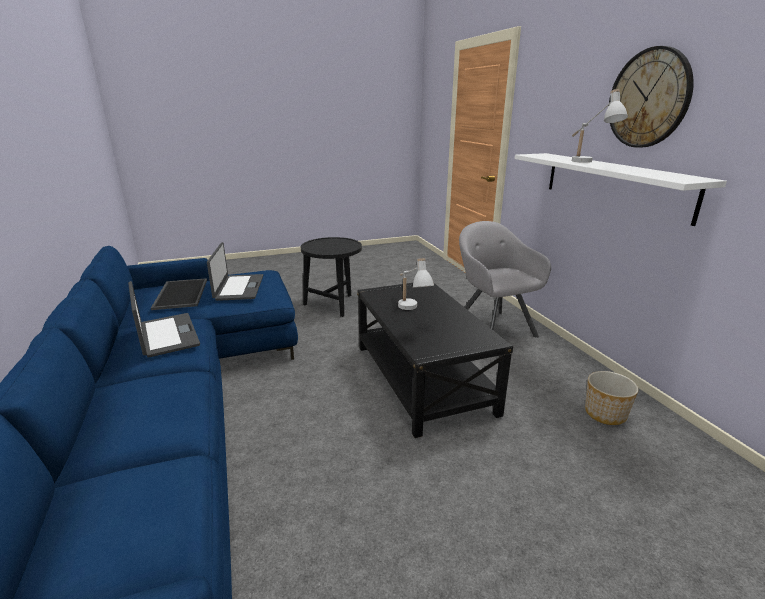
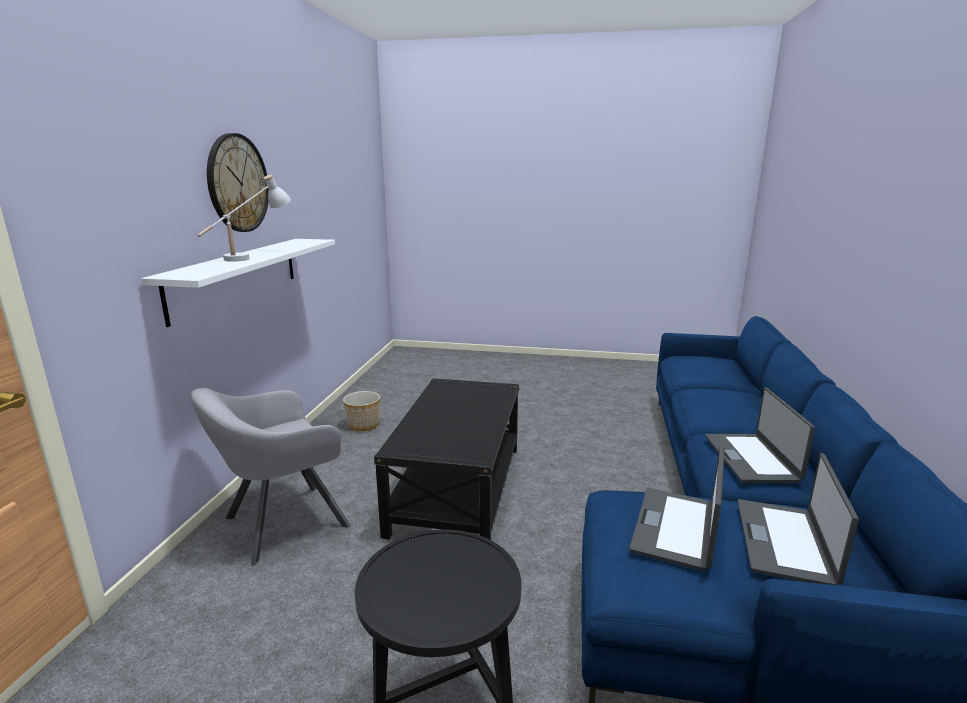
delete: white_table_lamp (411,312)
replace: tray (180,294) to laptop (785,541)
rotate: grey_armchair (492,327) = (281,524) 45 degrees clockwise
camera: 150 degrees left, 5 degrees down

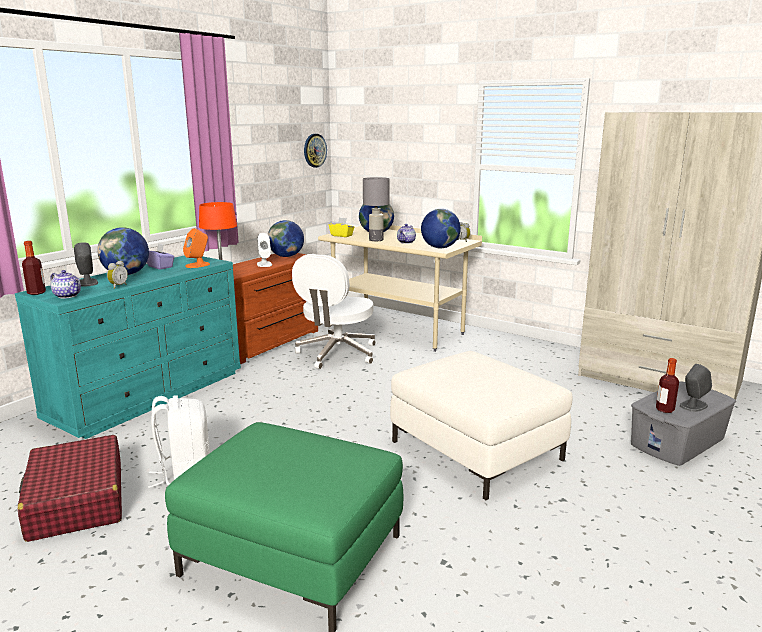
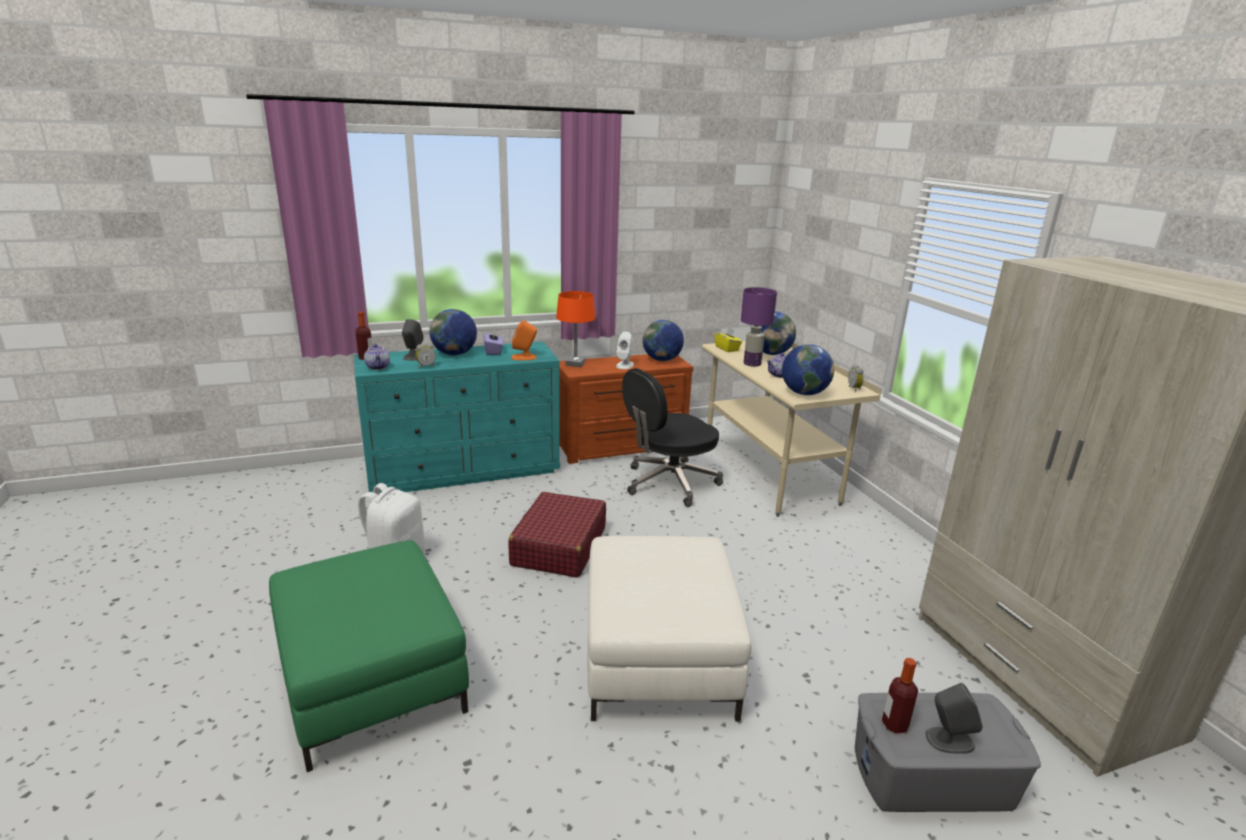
delete: wall_clock (314,150)
move: red_suitcase (76,501) to (558,547)
recolor: white_office_chair (336,354) to black_office_chair (669,483); grey_table_lamp (375,240) to purple_table_lamp (751,364)
camera: 35 degrees right, 5 degrees up

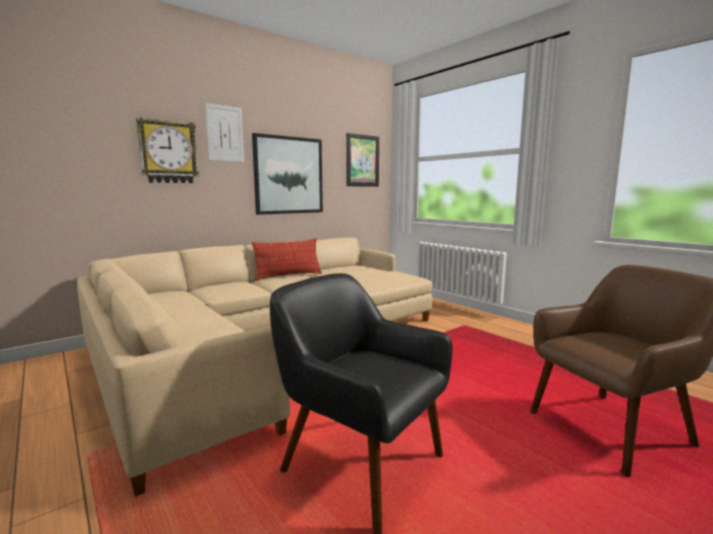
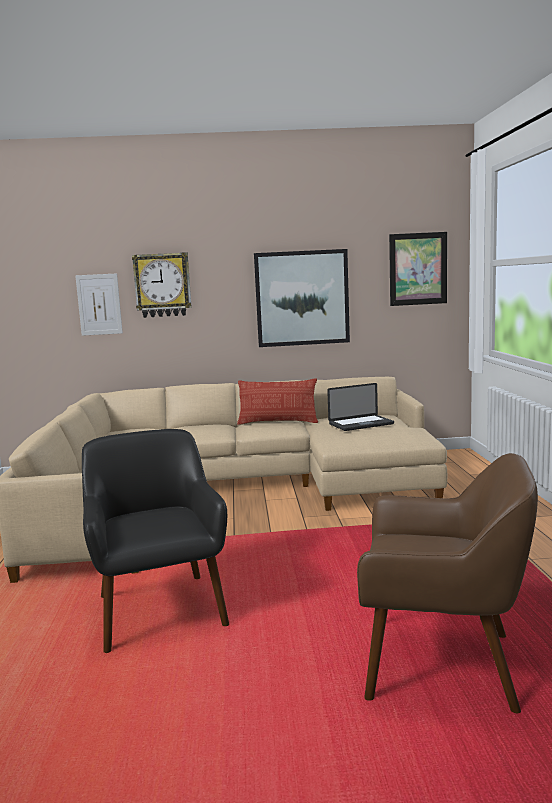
insert: laptop (361,424)
move: picture (225,133) to (99,304)
camera: 35 degrees right, 0 degrees up

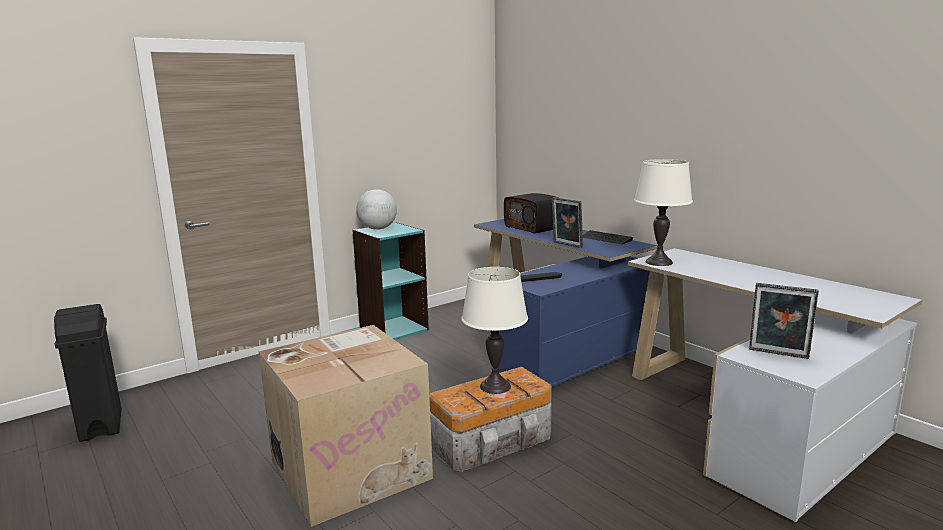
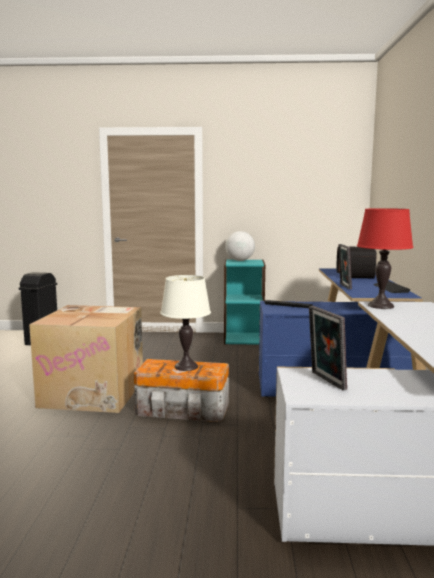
recolor: white_table_lamp (659,262) to red_table_lamp (381,306)
camera: 40 degrees right, 5 degrees down

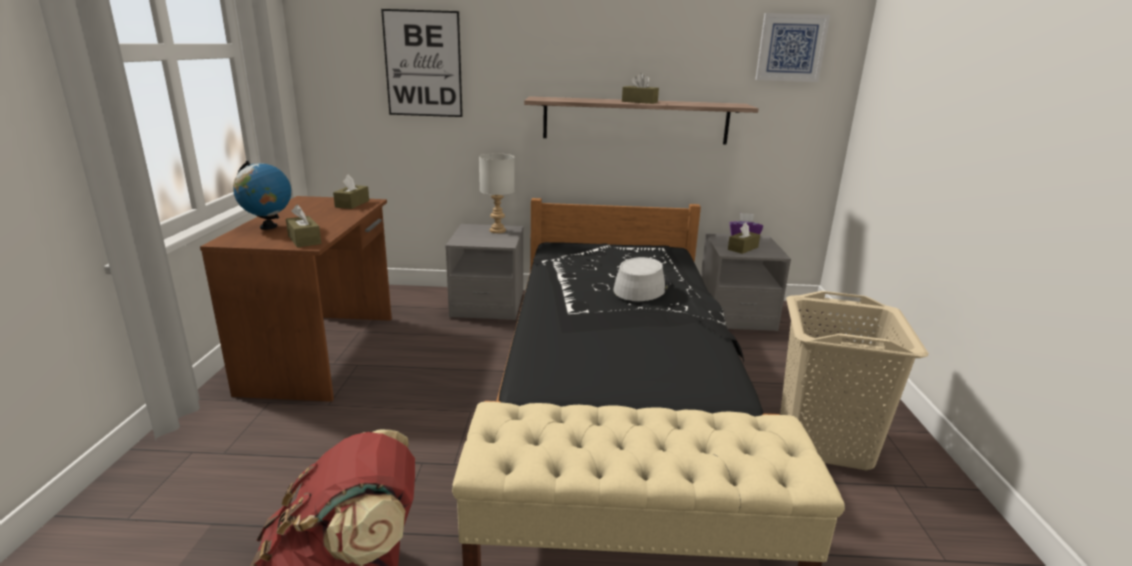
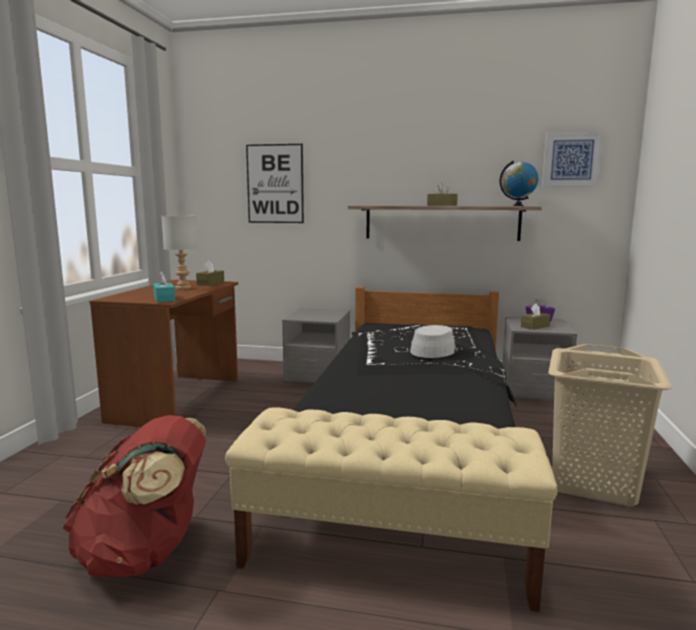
move: grey_table_lamp (497,231) to (182,288); globe (268,227) to (518,206)
recolor: brown_tissue_box (304,240) to turquoise_tissue_box (164,299)
camera: 10 degrees right, 10 degrees down

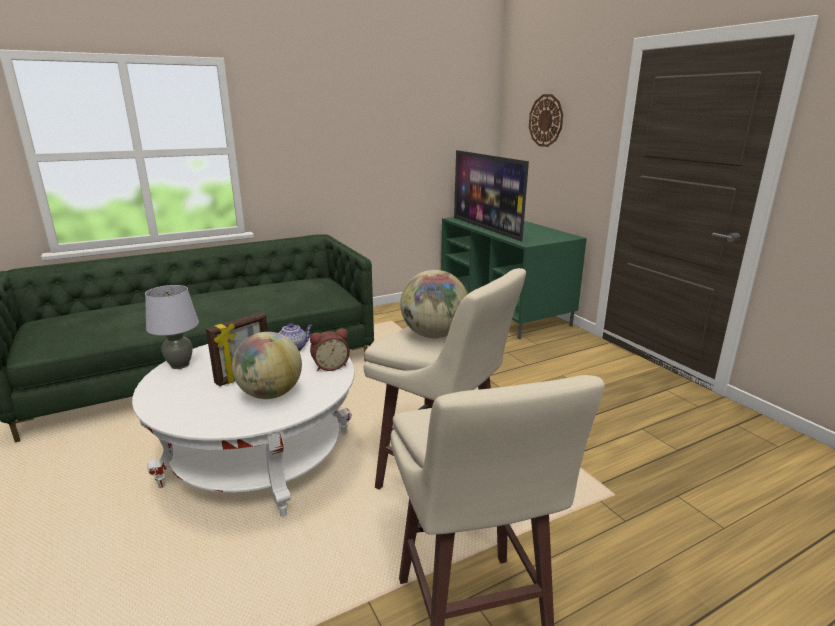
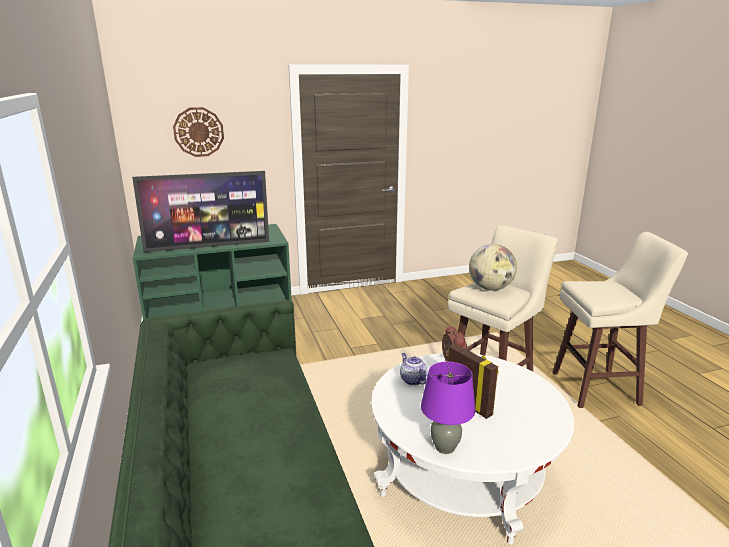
delete: globe (270,394)
recolor: grey_table_lamp (180,365) to purple_table_lamp (445,447)
camera: 80 degrees left, 0 degrees up

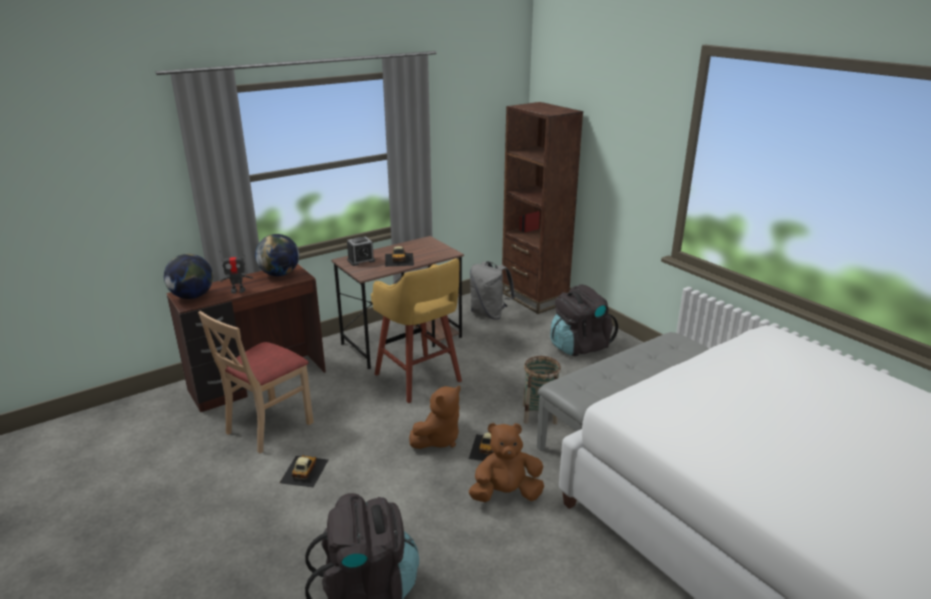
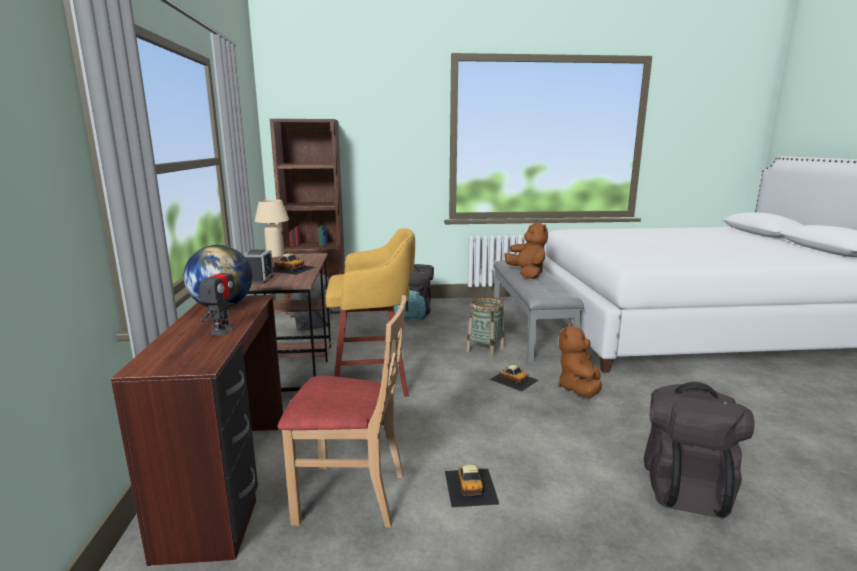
delete: globe (192,296)
insert: beige_table_lamp (275,256)
move: brown_plush_toy (438,439) to (527,274)
rotate: beige_chair (268,426) = (351,496) 60 degrees counterclockwise; toy_car (304,471) = (471,486) 135 degrees counterclockwise
camera: 60 degrees left, 10 degrees down

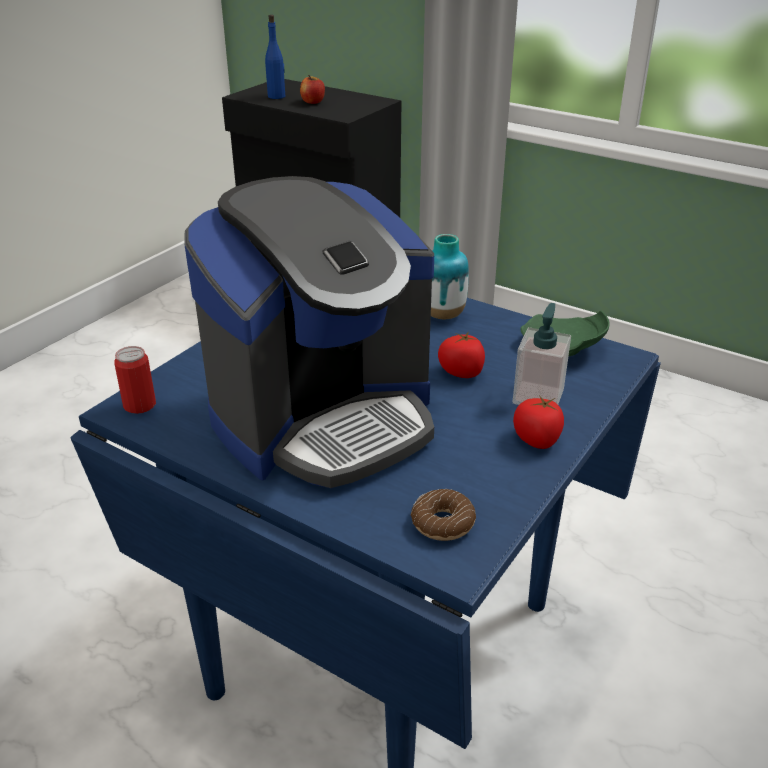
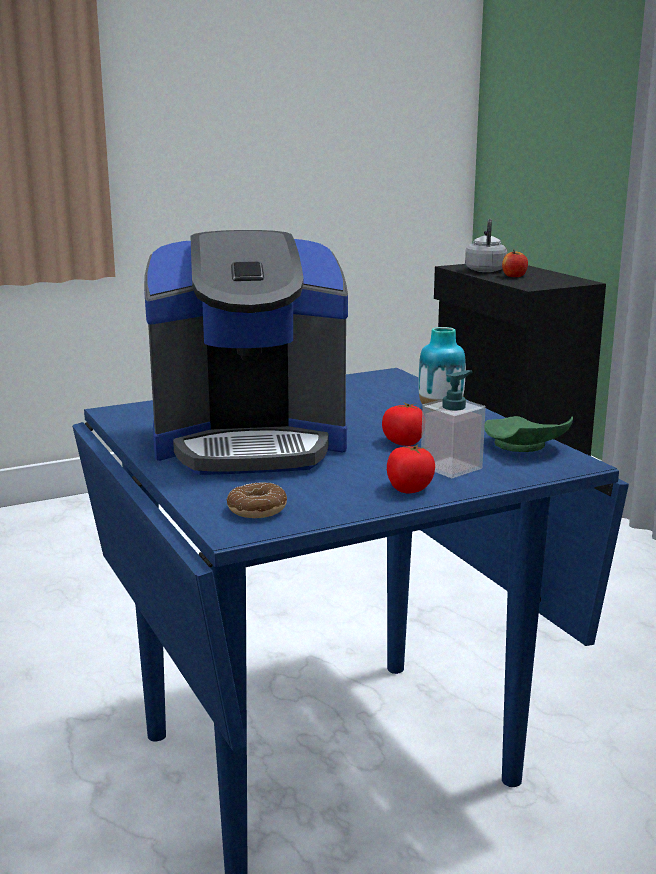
delete: can (139,405)
replace: blue_bottle (277,96) to grey_kettle (485,270)
camera: 30 degrees right, 15 degrees down

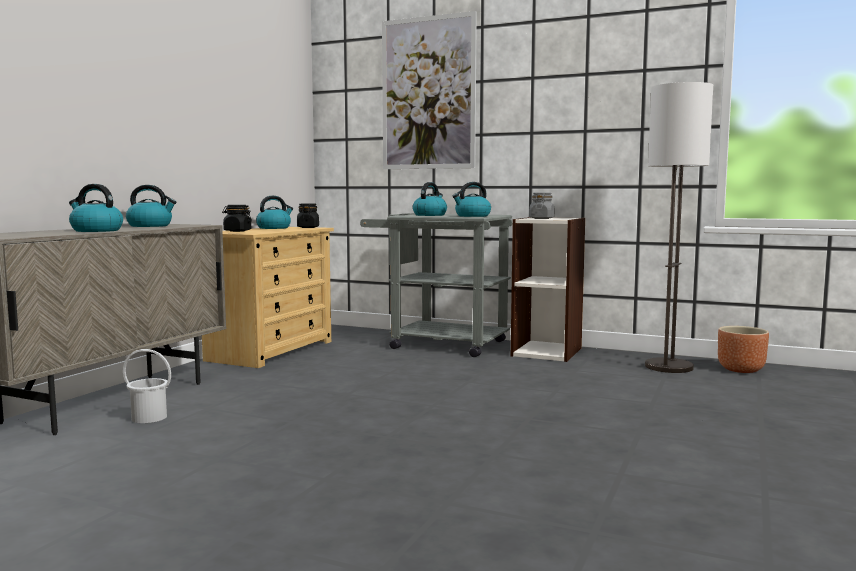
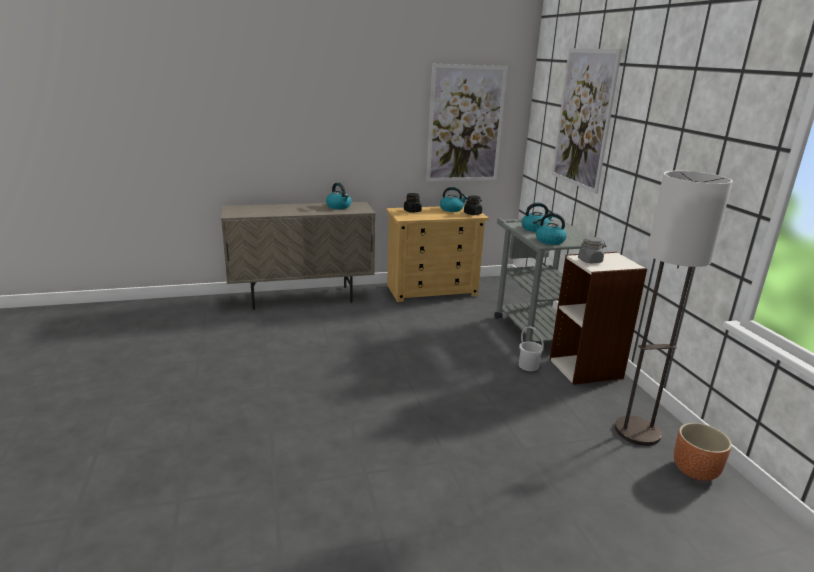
delete: kettle (96,230)
insert: picture (465,124)
move: white_bucket (149,417) to (528,366)
camera: 50 degrees right, 15 degrees up

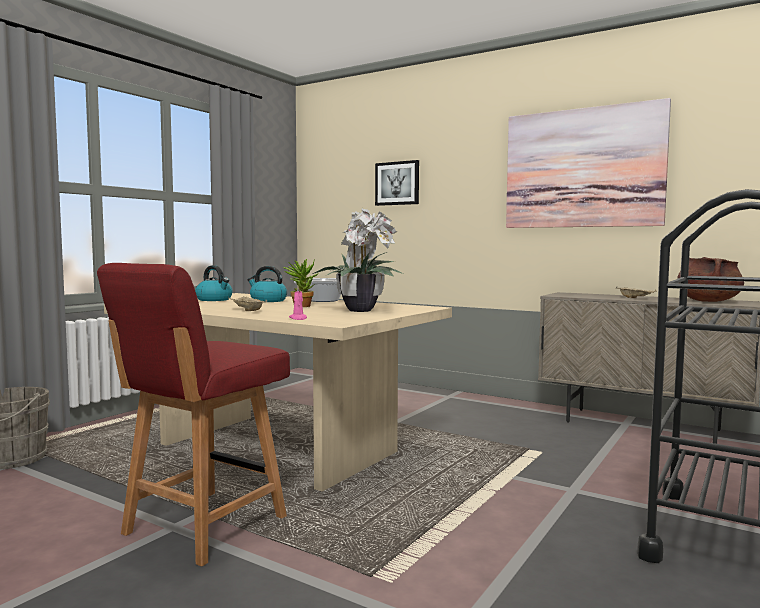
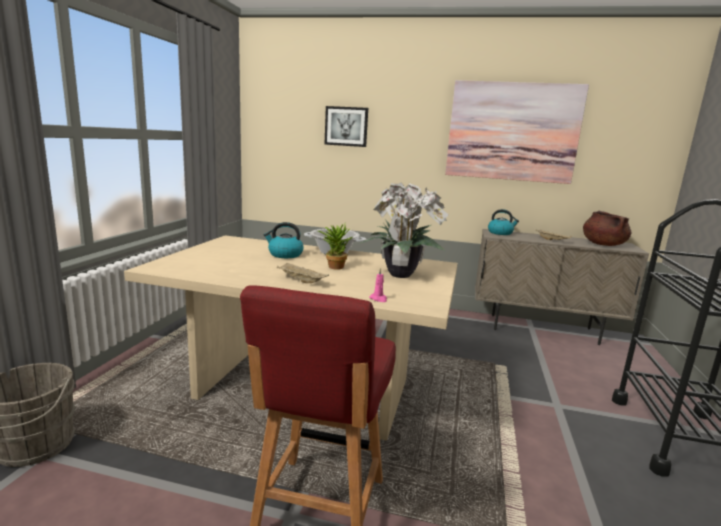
move: kettle (214,299) to (500,233)
camera: 20 degrees left, 10 degrees up

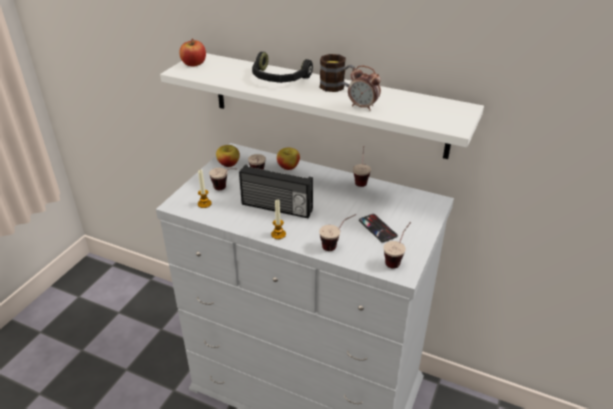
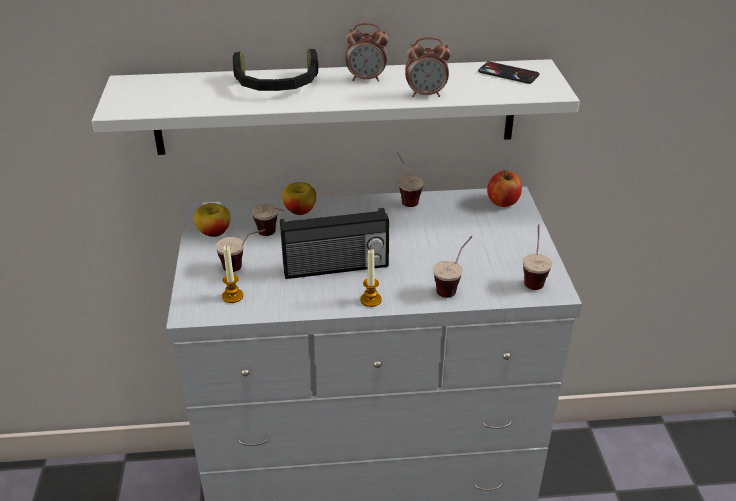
move: phone (377,228) to (508,73); apple (194,64) to (503,202)
replace: mug (337,87) to alarm_clock (366,79)
camera: 30 degrees left, 0 degrees up

